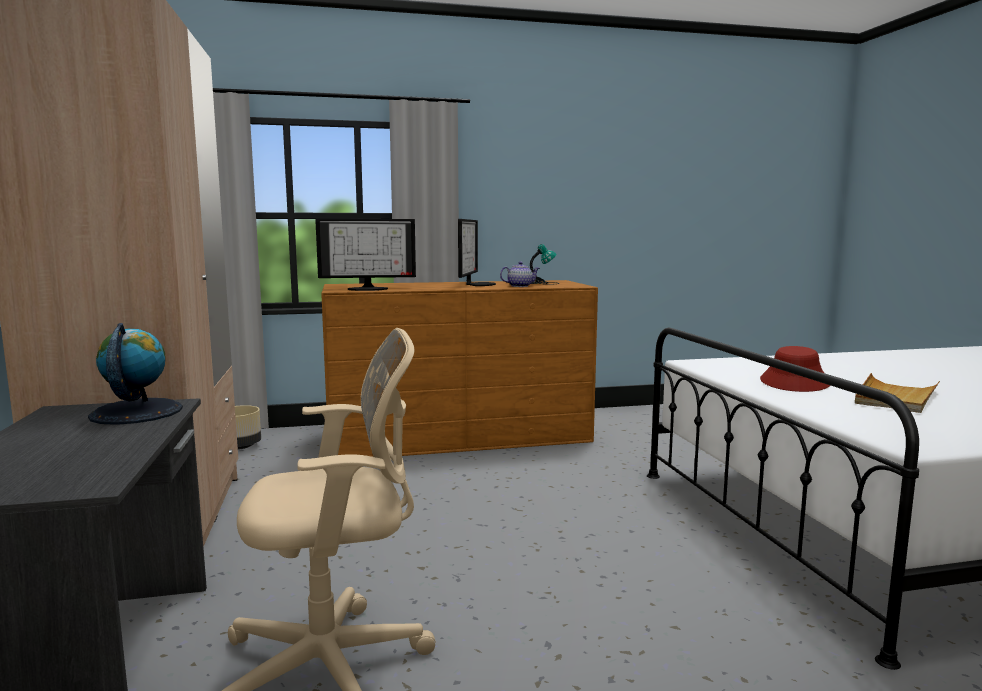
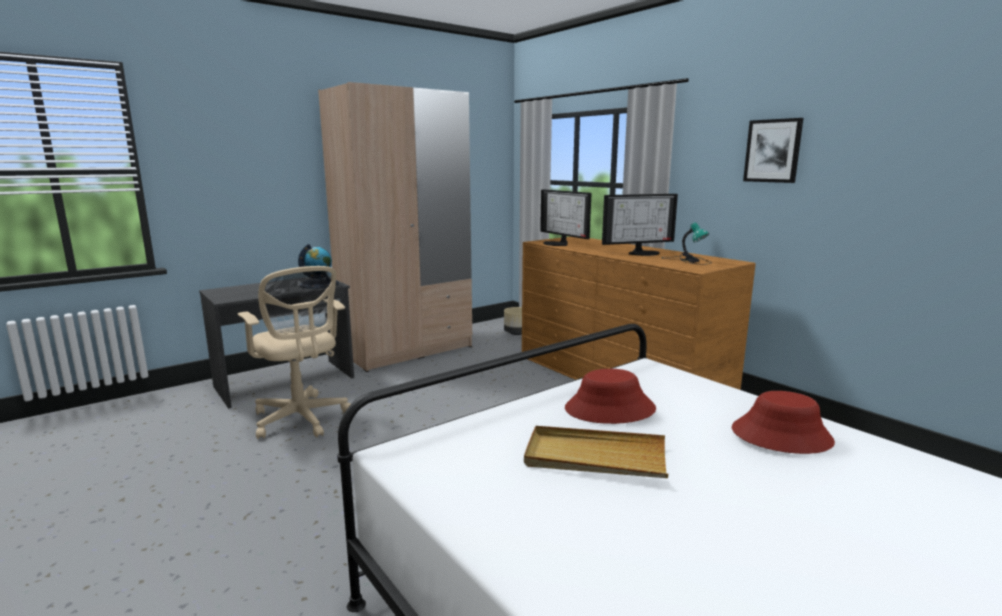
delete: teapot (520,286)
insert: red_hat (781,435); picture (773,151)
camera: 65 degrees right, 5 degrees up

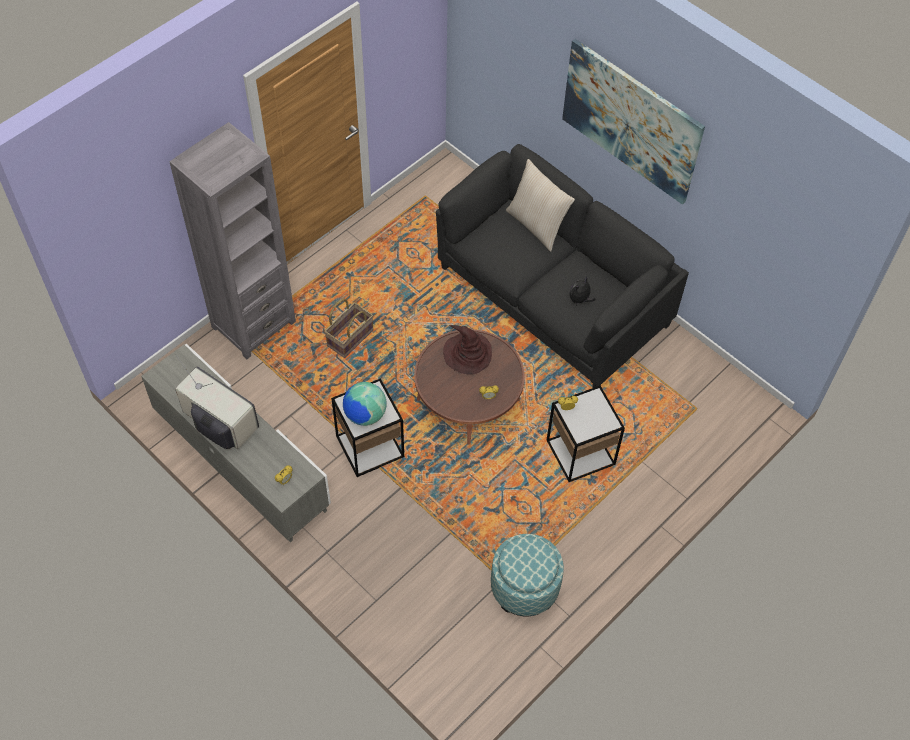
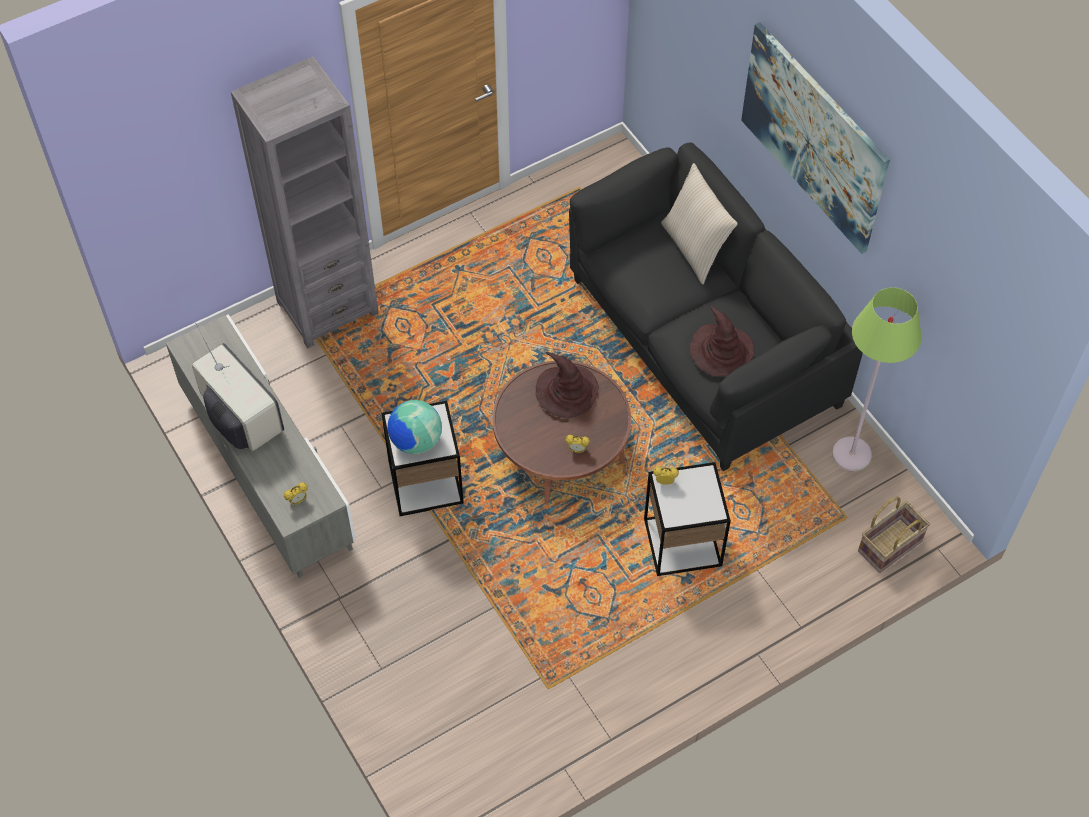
delete: ottoman (524,587)
insert: green_floor_lamp (852,454)
move: basket (349,337) to (889,545)
replace: plush_toy (580,300) to brown_hat (721,351)
camera: 15 degrees right, 0 degrees up

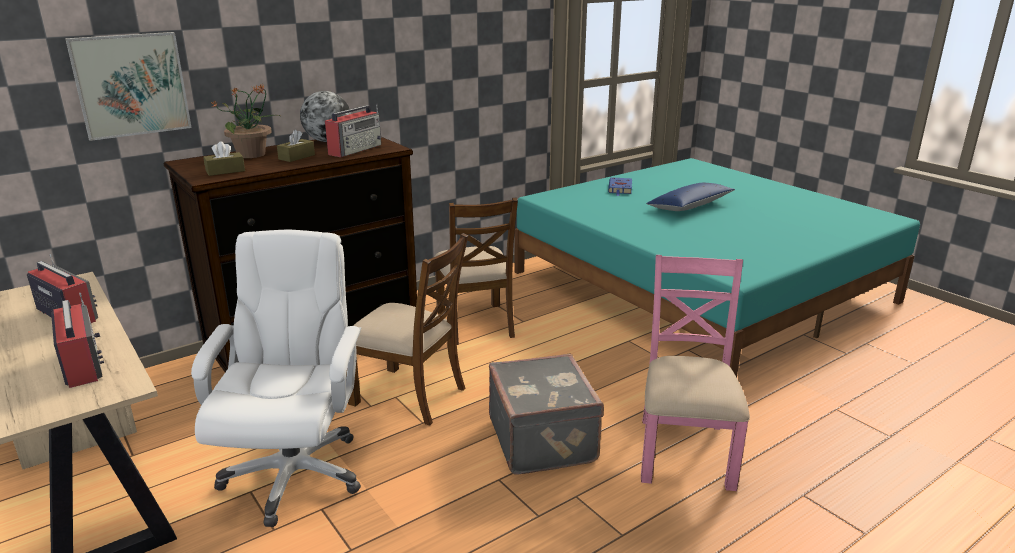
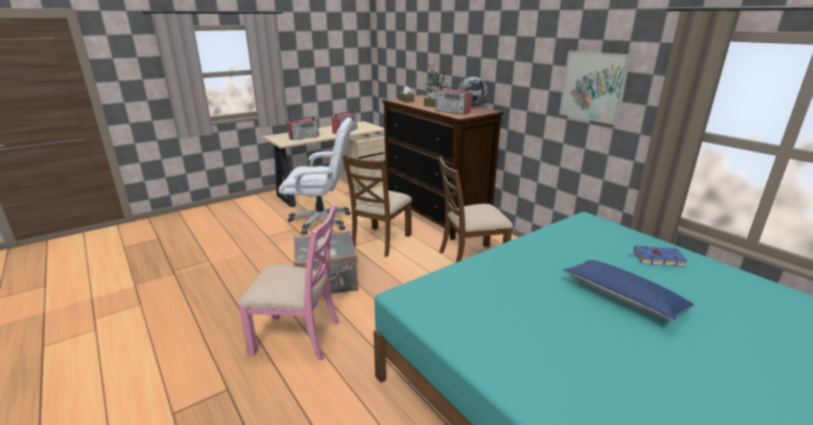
move: picture (131,85) to (593,86)
camera: 90 degrees right, 0 degrees up

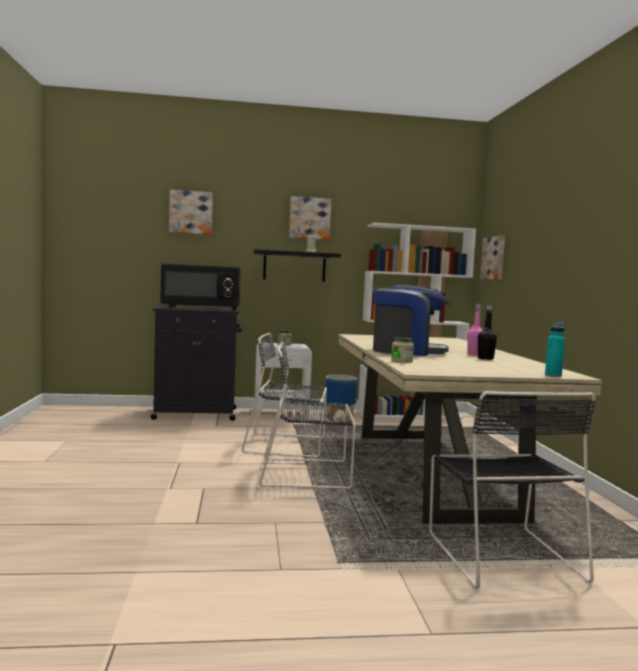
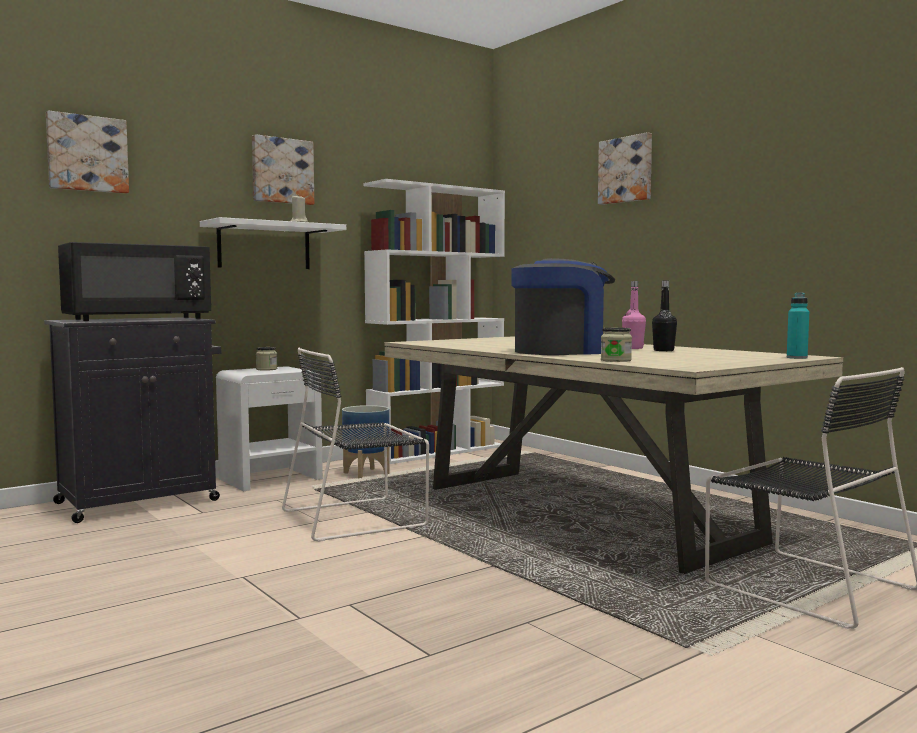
delete: black_chair (309,473)
move: picture (494,258) to (626,170)
recolor: black_shelf (294,266) to white_shelf (264,246)
camera: 30 degrees left, 0 degrees up

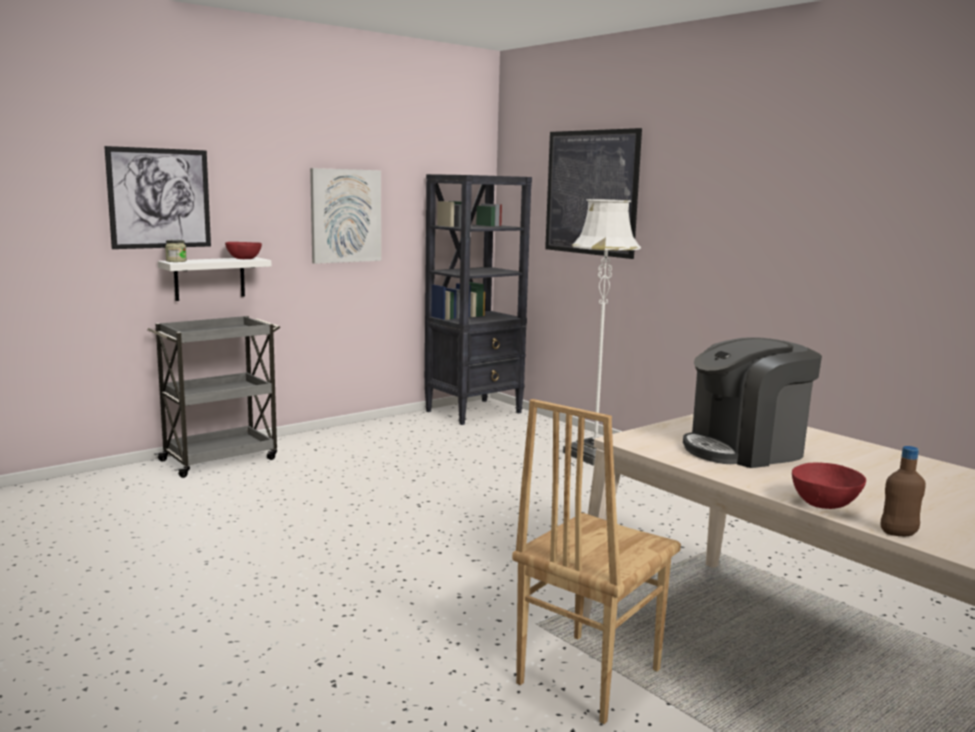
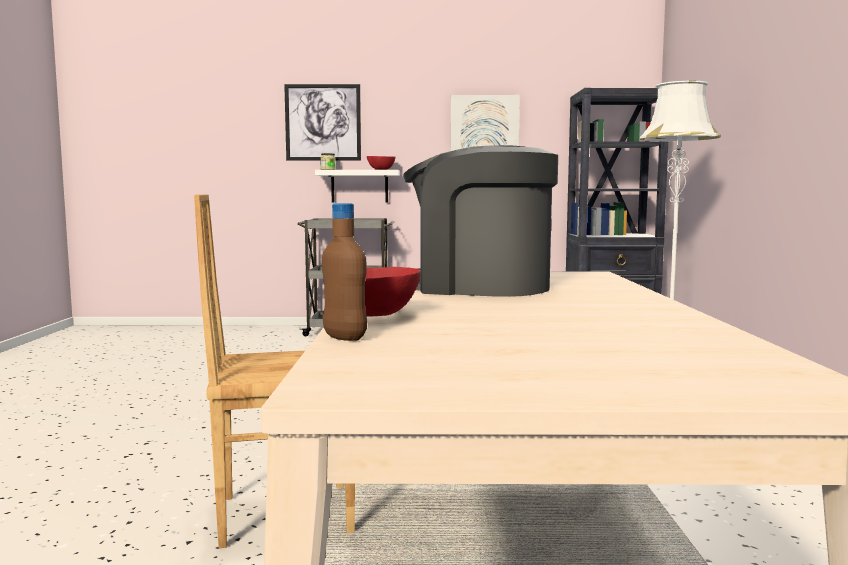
delete: picture (591,192)
camera: 40 degrees right, 5 degrees down

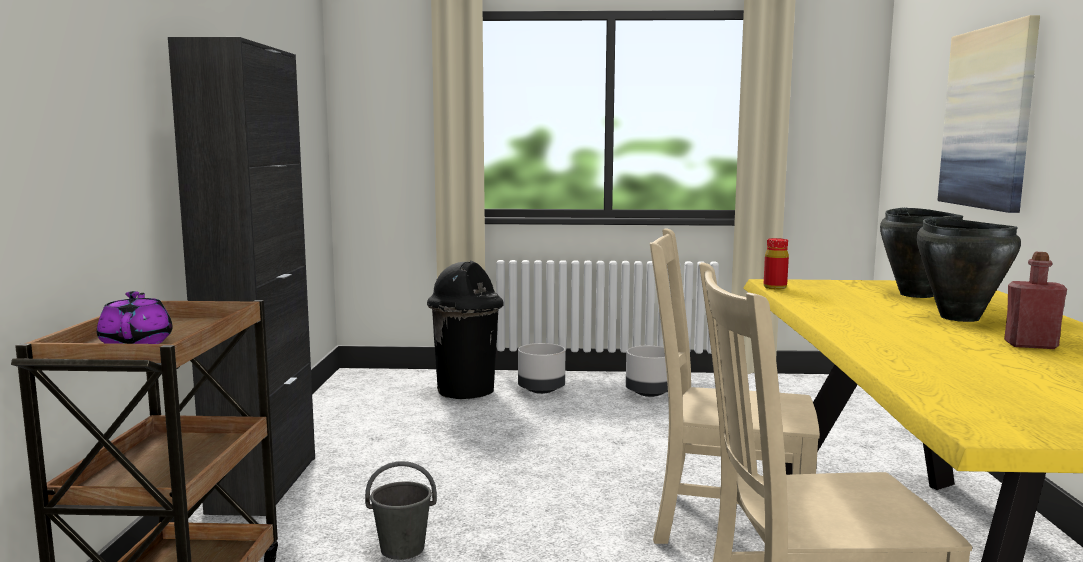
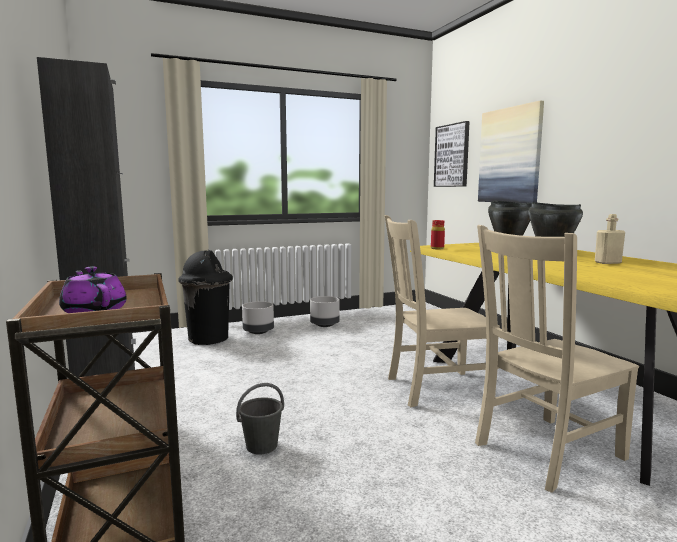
insert: picture (452,155)
recolor: red_bottle (1030,345) to beige_bottle (607,262)
camera: 25 degrees left, 0 degrees up

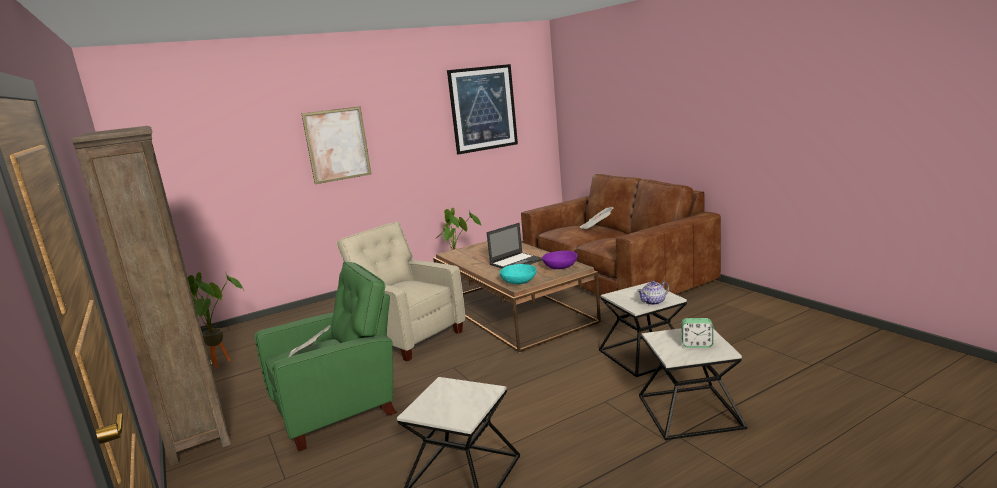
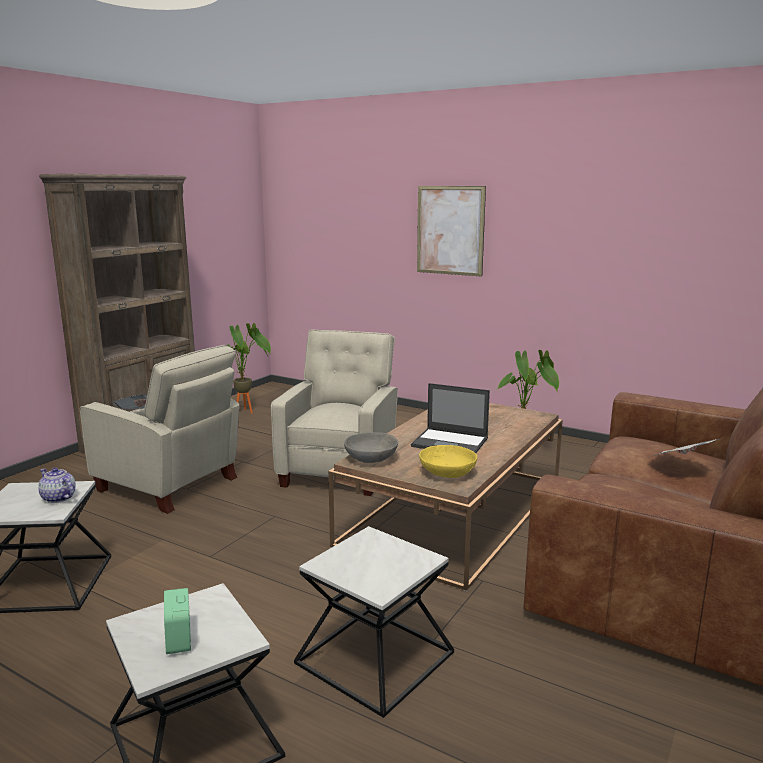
delete: picture (483,108)
move: teapot (654,302) to (58,498)
recolor: green_armchair (340,409) to beige_armchair (171,485); turquoise_bowl (519,282) to grey_bowl (370,459); purple_bowl (560,267) to yellow_bowl (447,473)
camera: 60 degrees right, 0 degrees up

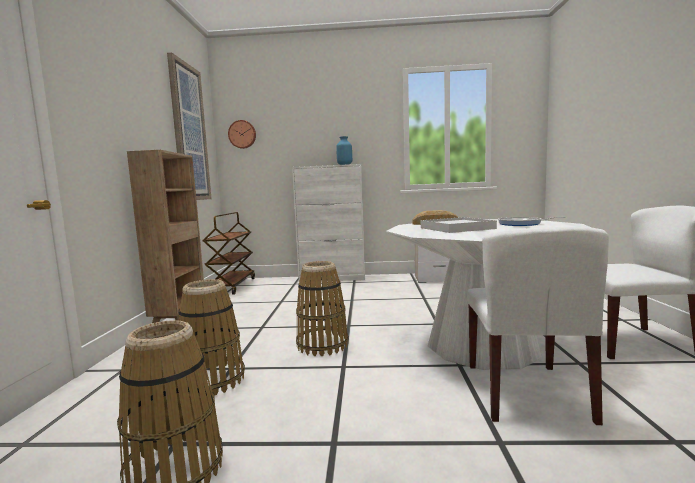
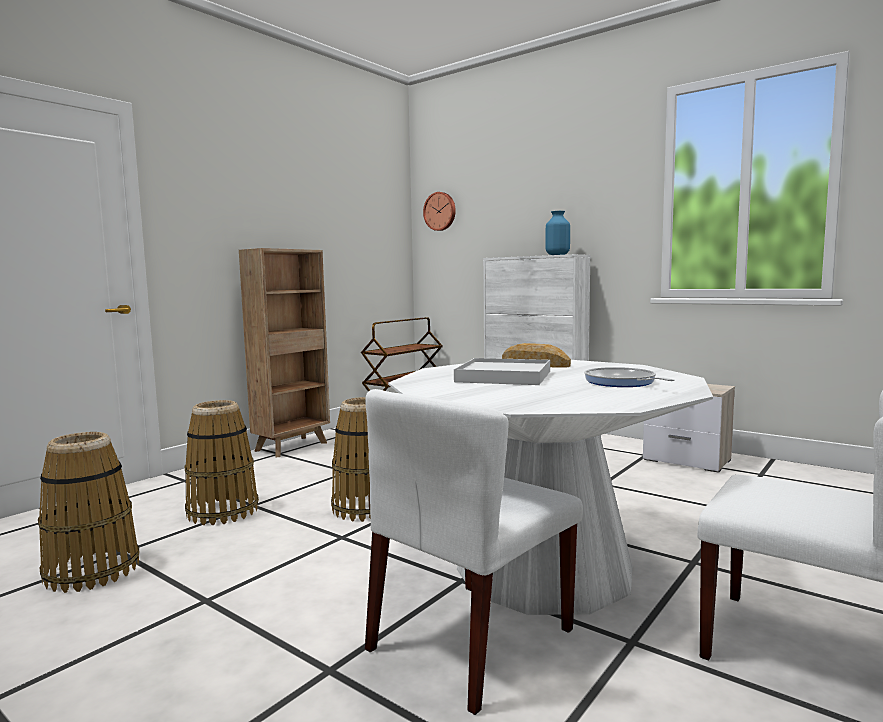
delete: picture (189,133)
camera: 35 degrees right, 0 degrees up

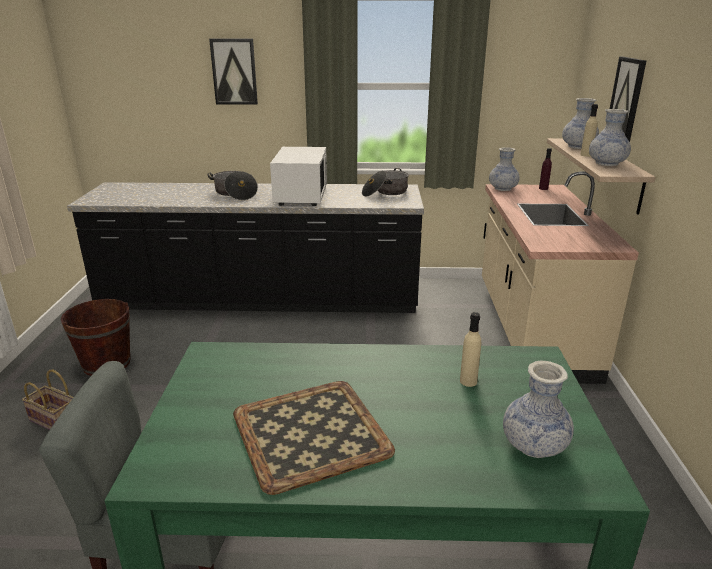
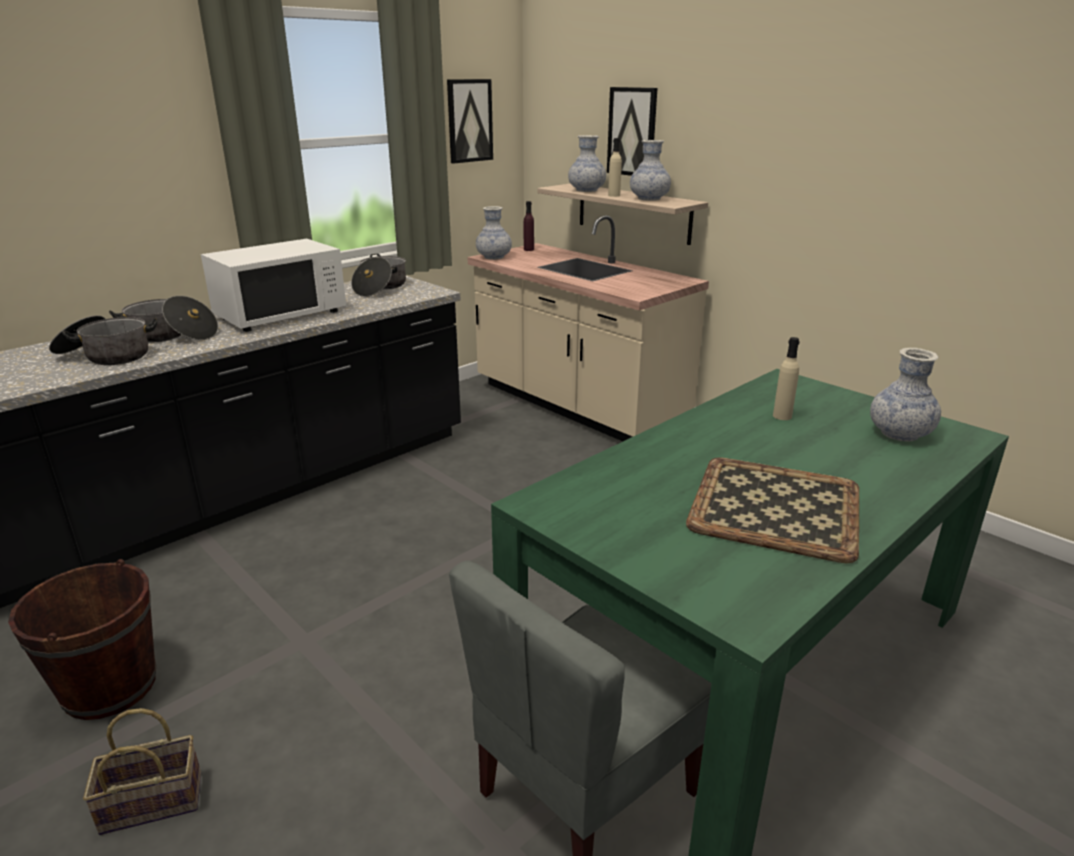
insert: cooking_pot (106,356)
move: picture (234,72) to (469,121)
rotate: white_microwave (301,196) = (281,315) 90 degrees clockwise
camera: 45 degrees left, 0 degrees up

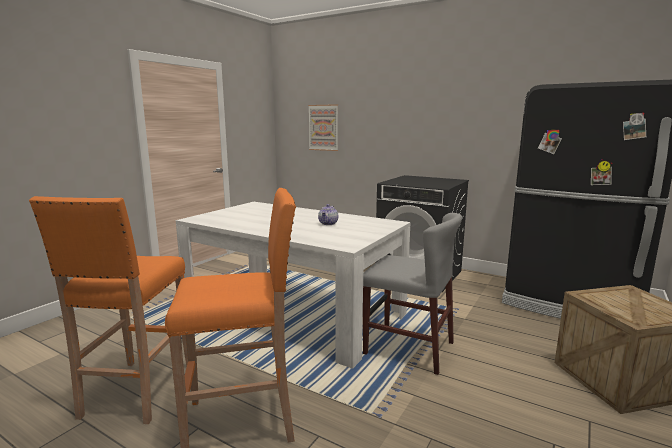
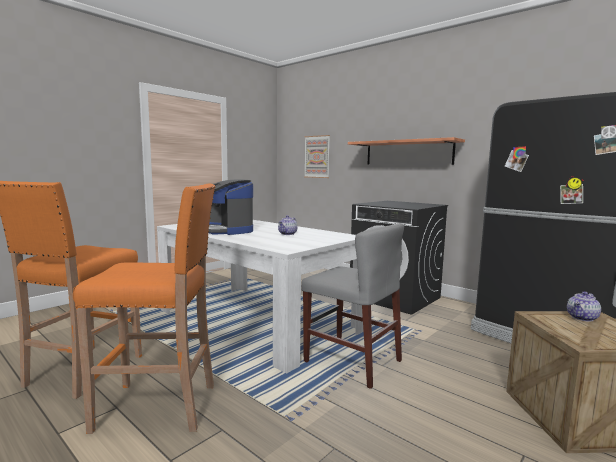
insert: coffee_machine (228,230); shelf (408,153); teapot (582,318)
camera: 10 degrees right, 5 degrees down

